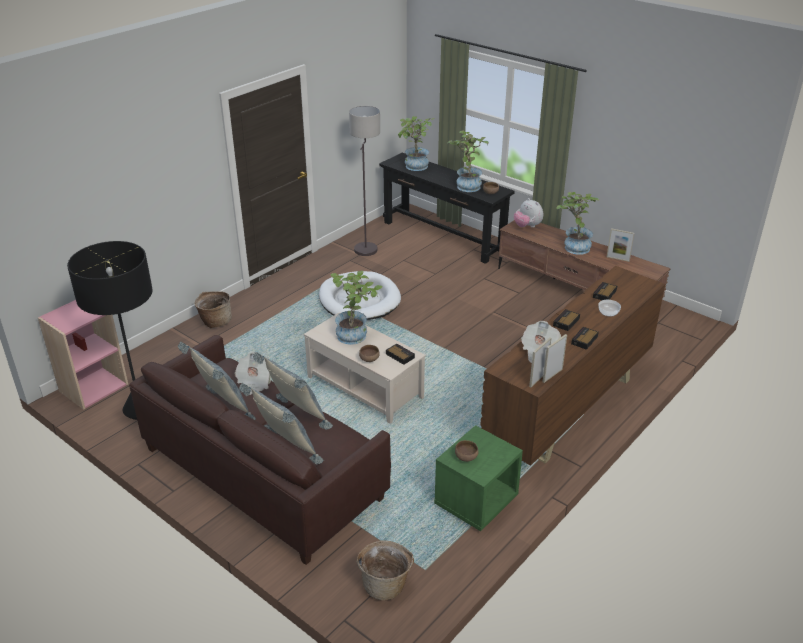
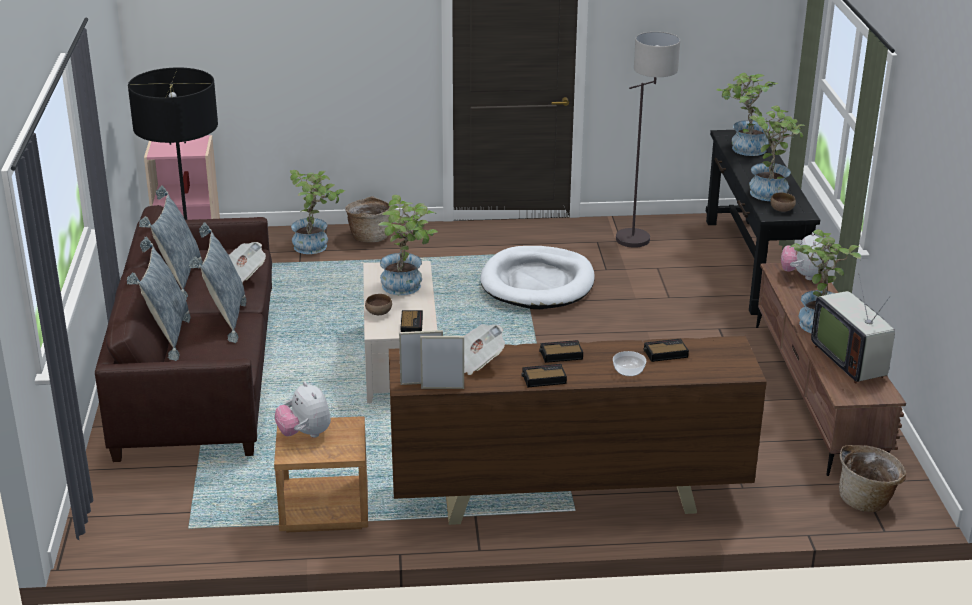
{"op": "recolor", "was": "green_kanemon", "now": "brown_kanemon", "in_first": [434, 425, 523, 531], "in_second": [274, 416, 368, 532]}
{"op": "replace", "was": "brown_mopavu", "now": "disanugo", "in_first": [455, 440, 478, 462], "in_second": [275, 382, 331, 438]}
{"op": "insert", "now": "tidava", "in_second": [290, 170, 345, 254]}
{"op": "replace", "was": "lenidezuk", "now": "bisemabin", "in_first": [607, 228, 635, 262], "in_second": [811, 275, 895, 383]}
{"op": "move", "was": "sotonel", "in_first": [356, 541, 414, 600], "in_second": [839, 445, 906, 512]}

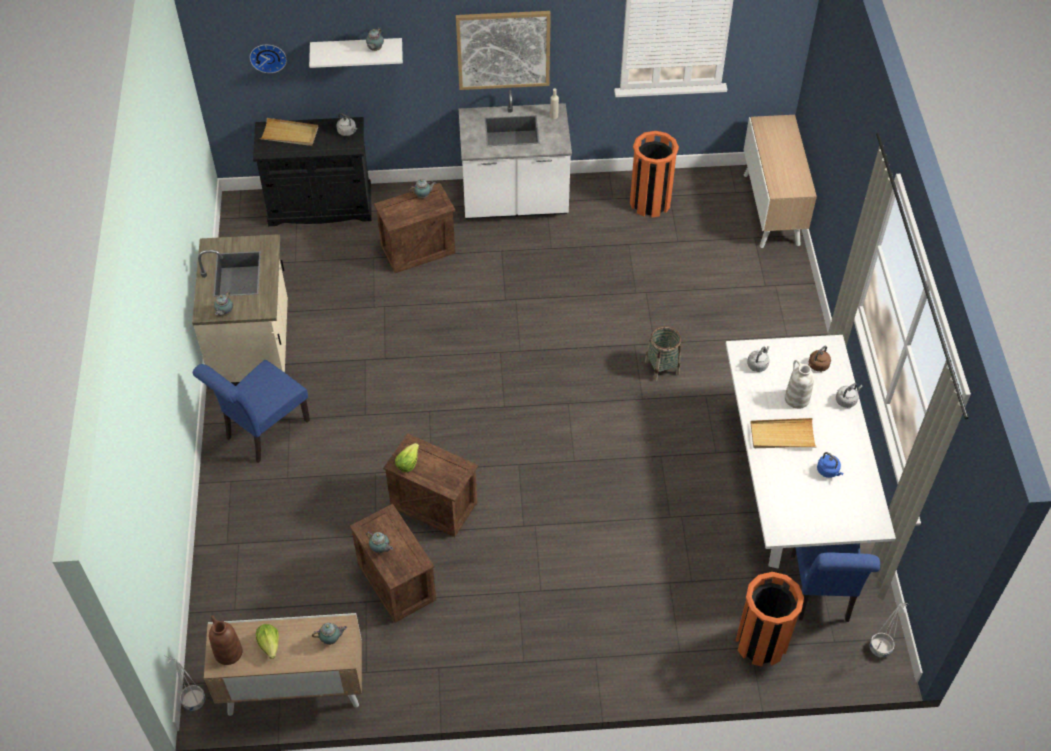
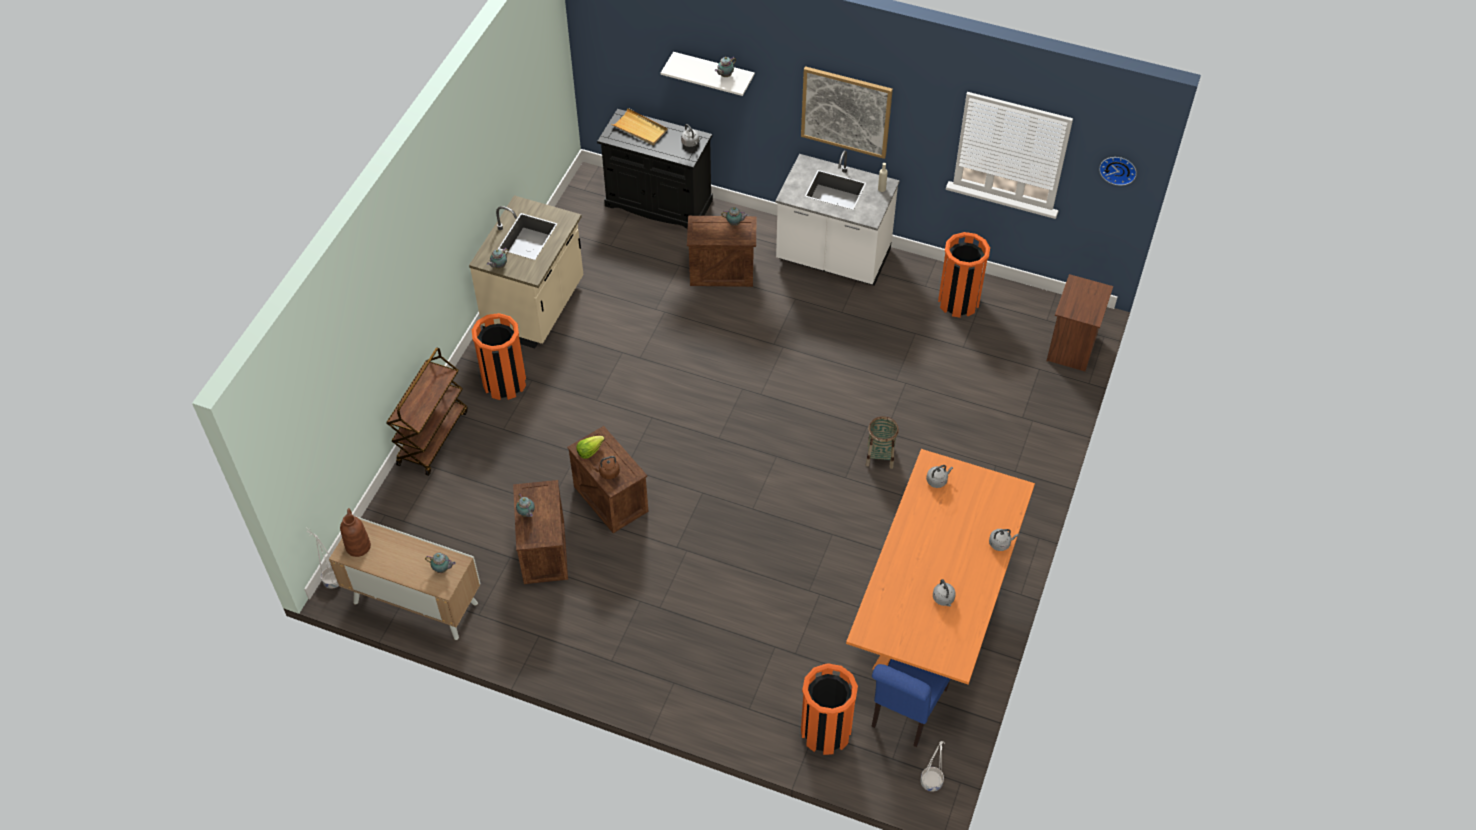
{"op": "insert", "now": "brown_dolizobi", "in_second": [387, 348, 468, 476]}
{"op": "replace", "was": "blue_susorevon", "now": "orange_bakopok", "in_first": [193, 360, 310, 463], "in_second": [472, 313, 526, 400]}
{"op": "move", "was": "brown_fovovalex", "in_first": [808, 346, 831, 372], "in_second": [592, 456, 620, 480]}
{"op": "recolor", "was": "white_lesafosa", "now": "orange_lesafosa", "in_first": [726, 335, 896, 569], "in_second": [846, 449, 1035, 685]}
{"op": "recolor", "was": "blue_fovovalex", "now": "grey_fovovalex", "in_first": [817, 452, 844, 478], "in_second": [933, 579, 956, 606]}
{"op": "replace", "was": "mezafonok", "now": "brown_kanemon", "in_first": [743, 115, 817, 248], "in_second": [1046, 274, 1113, 371]}
{"op": "move", "was": "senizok", "in_first": [250, 45, 287, 73], "in_second": [1099, 157, 1137, 186]}
{"op": "delete", "was": "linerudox", "in_first": [256, 624, 279, 659]}
{"op": "delete", "was": "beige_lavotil", "in_first": [750, 418, 816, 448]}
{"op": "delete", "was": "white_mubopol", "in_first": [785, 360, 814, 409]}

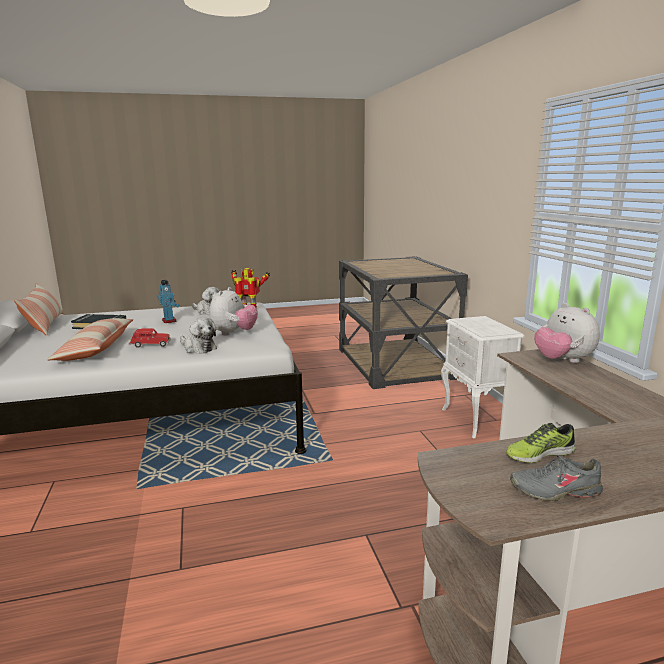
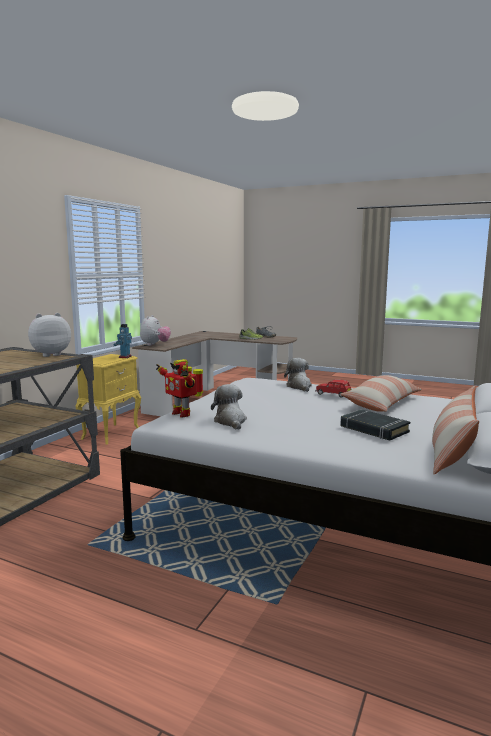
{"op": "move", "was": "disanugo", "in_first": [209, 287, 258, 335], "in_second": [28, 313, 71, 357]}
{"op": "recolor", "was": "white_kanemon", "now": "yellow_kanemon", "in_first": [441, 316, 525, 439], "in_second": [75, 354, 141, 445]}
{"op": "move", "was": "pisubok", "in_first": [157, 280, 180, 323], "in_second": [113, 324, 132, 358]}

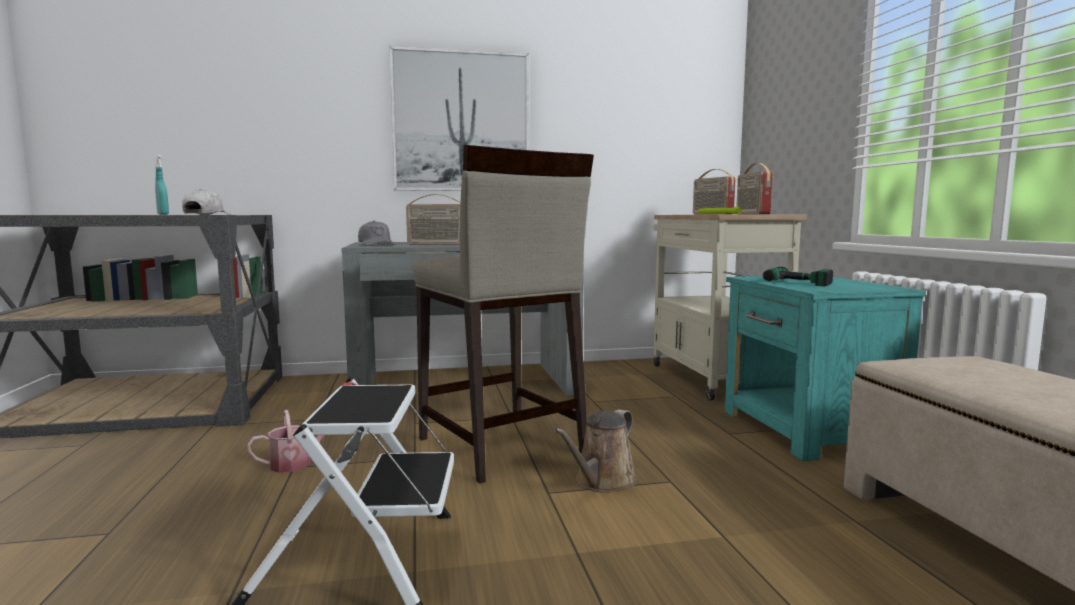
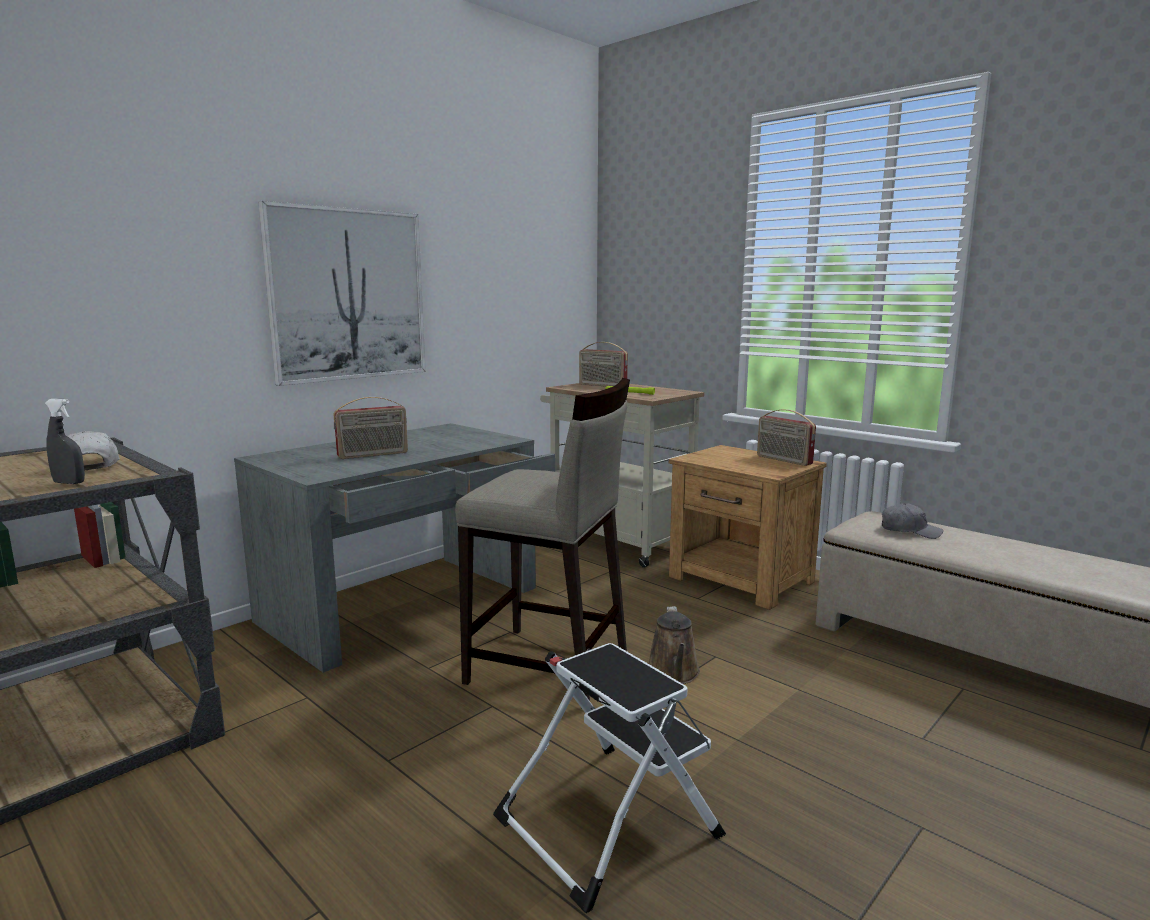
{"op": "recolor", "was": "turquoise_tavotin", "now": "grey_tavotin", "in_first": [155, 155, 169, 215], "in_second": [45, 399, 85, 484]}
{"op": "recolor", "was": "turquoise_kanemon", "now": "brown_kanemon", "in_first": [725, 276, 926, 461], "in_second": [669, 445, 827, 610]}
{"op": "move", "was": "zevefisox", "in_first": [736, 163, 773, 214], "in_second": [757, 409, 816, 466]}
{"op": "move", "was": "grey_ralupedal", "in_first": [358, 221, 395, 246], "in_second": [882, 503, 943, 539]}
{"op": "delete", "was": "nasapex", "in_first": [247, 410, 325, 473]}
{"op": "delete", "was": "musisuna", "in_first": [763, 267, 833, 286]}

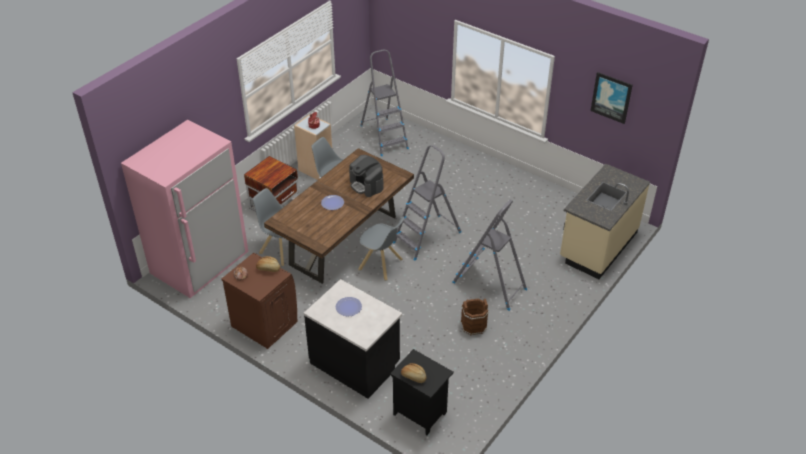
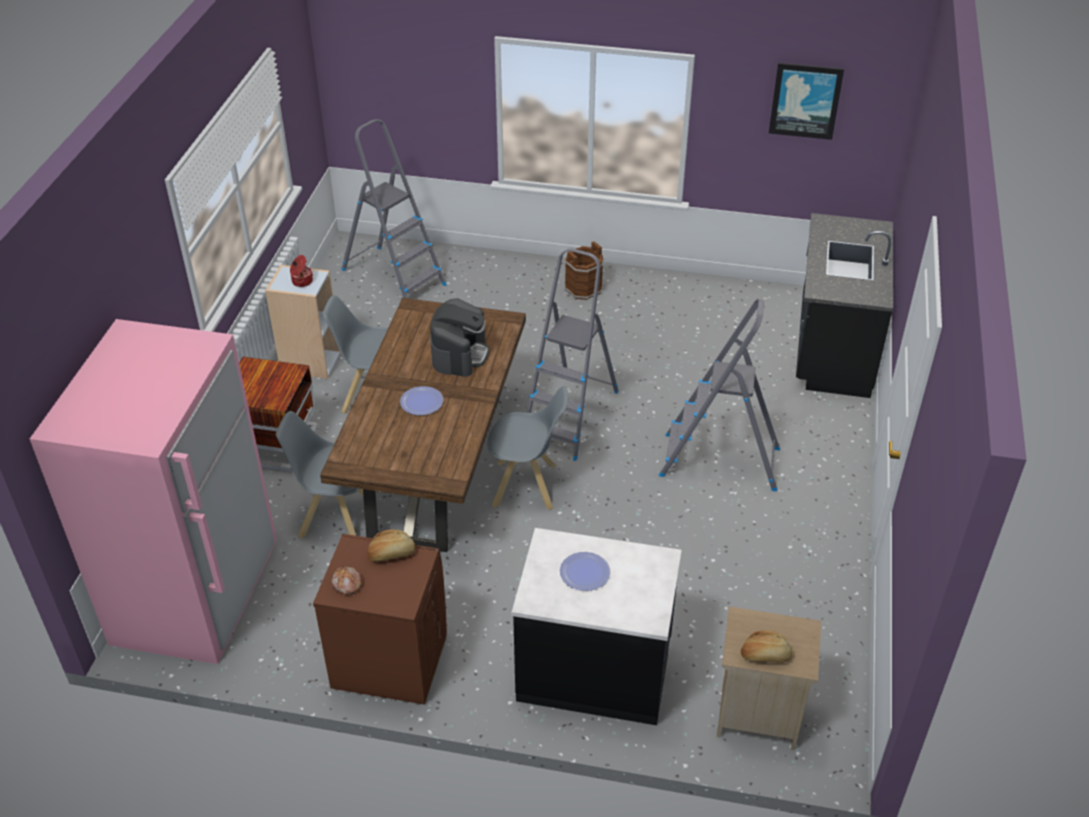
{"op": "rotate", "was": "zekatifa", "in_first": [349, 155, 384, 197], "in_second": [430, 298, 489, 377], "clockwise": -105}
{"op": "move", "was": "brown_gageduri", "in_first": [461, 298, 489, 335], "in_second": [564, 241, 604, 300]}
{"op": "recolor", "was": "black_kanemon", "now": "beige_kanemon", "in_first": [390, 349, 454, 435], "in_second": [717, 606, 821, 750]}
{"op": "recolor", "was": "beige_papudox", "now": "black_papudox", "in_first": [560, 164, 650, 279], "in_second": [796, 213, 893, 398]}

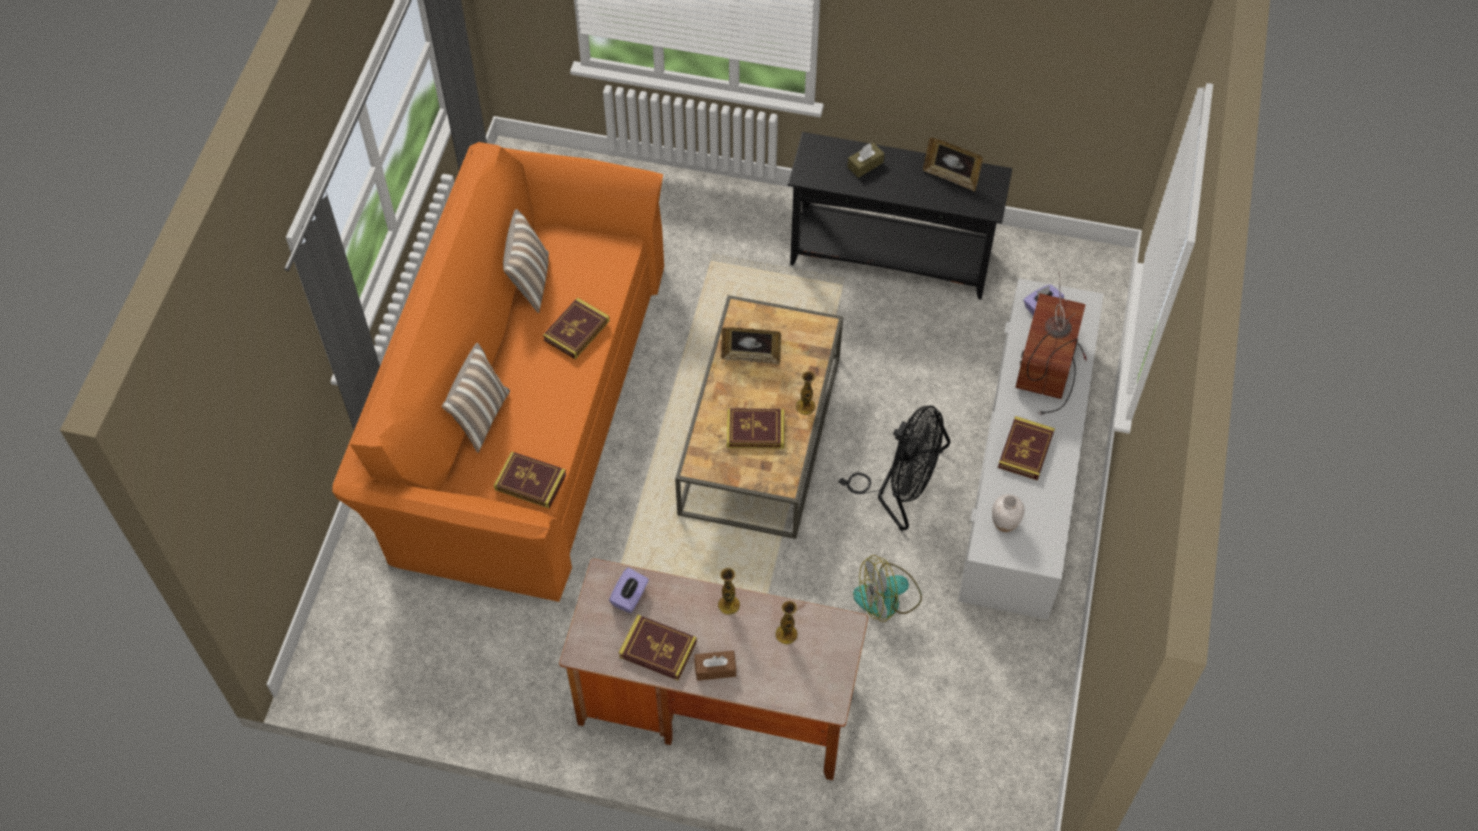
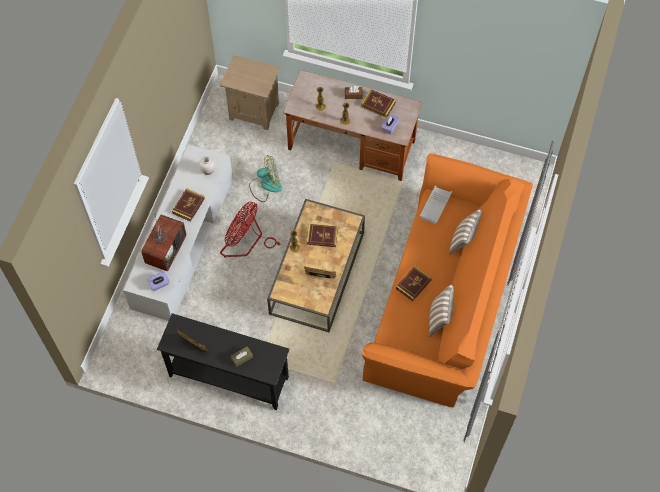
{"op": "insert", "now": "beige_kanemon", "in_second": [220, 55, 280, 130]}
{"op": "recolor", "was": "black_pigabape", "now": "red_pigabape", "in_first": [839, 405, 950, 532], "in_second": [220, 202, 280, 257]}
{"op": "replace", "was": "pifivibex", "now": "white_lavotil", "in_first": [494, 451, 566, 508], "in_second": [420, 186, 452, 224]}

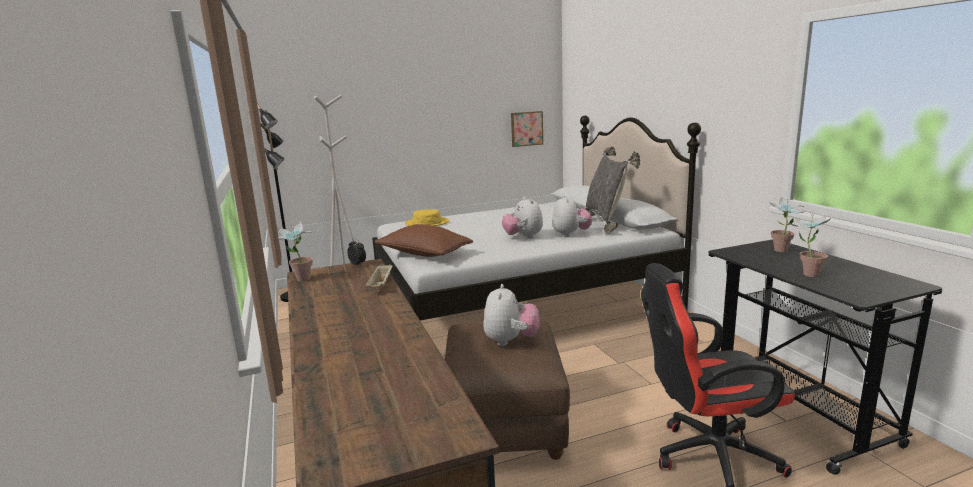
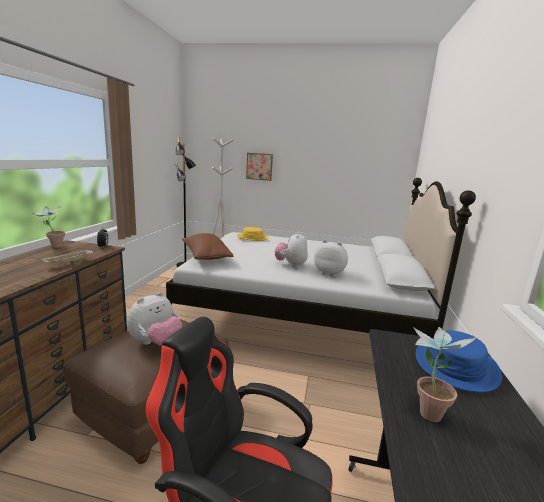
{"op": "move", "was": "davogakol", "in_first": [511, 111, 543, 147], "in_second": [246, 153, 273, 181]}
{"op": "rotate", "was": "disanugo", "in_first": [552, 195, 592, 237], "in_second": [314, 240, 348, 277], "clockwise": -90}
{"op": "replace", "was": "tidava", "now": "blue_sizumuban", "in_first": [770, 196, 805, 252], "in_second": [416, 330, 502, 392]}
{"op": "delete", "was": "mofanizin", "in_first": [584, 146, 640, 235]}

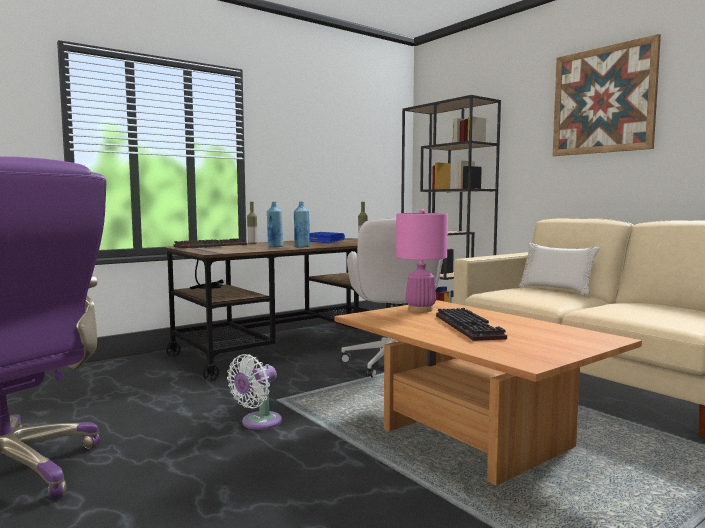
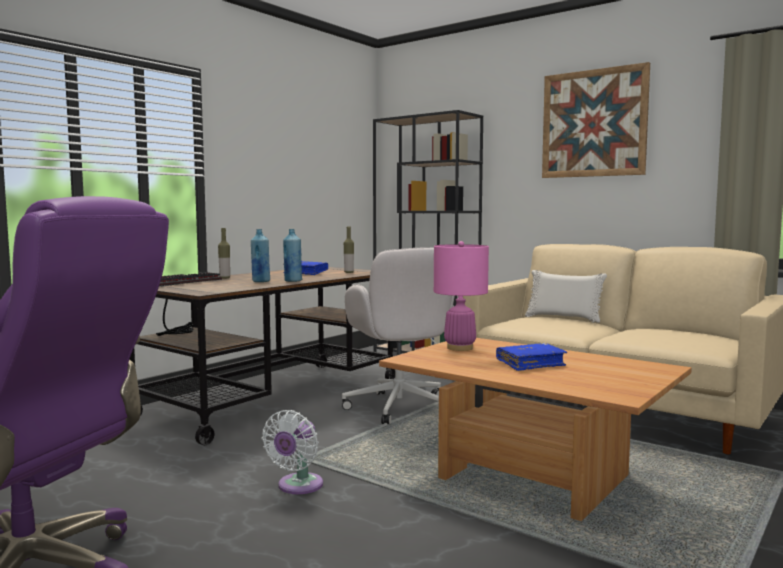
{"op": "replace", "was": "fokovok", "now": "blue_pifivibex", "in_first": [436, 308, 507, 341], "in_second": [496, 343, 567, 371]}

